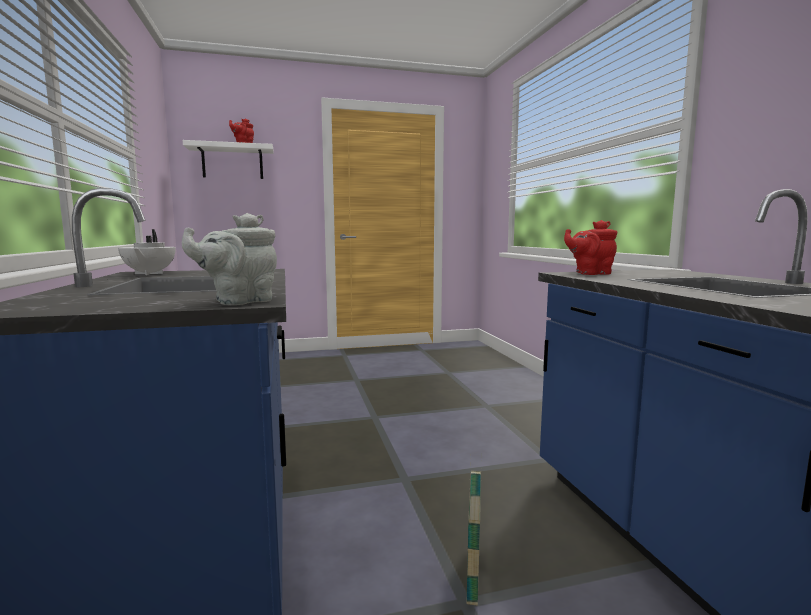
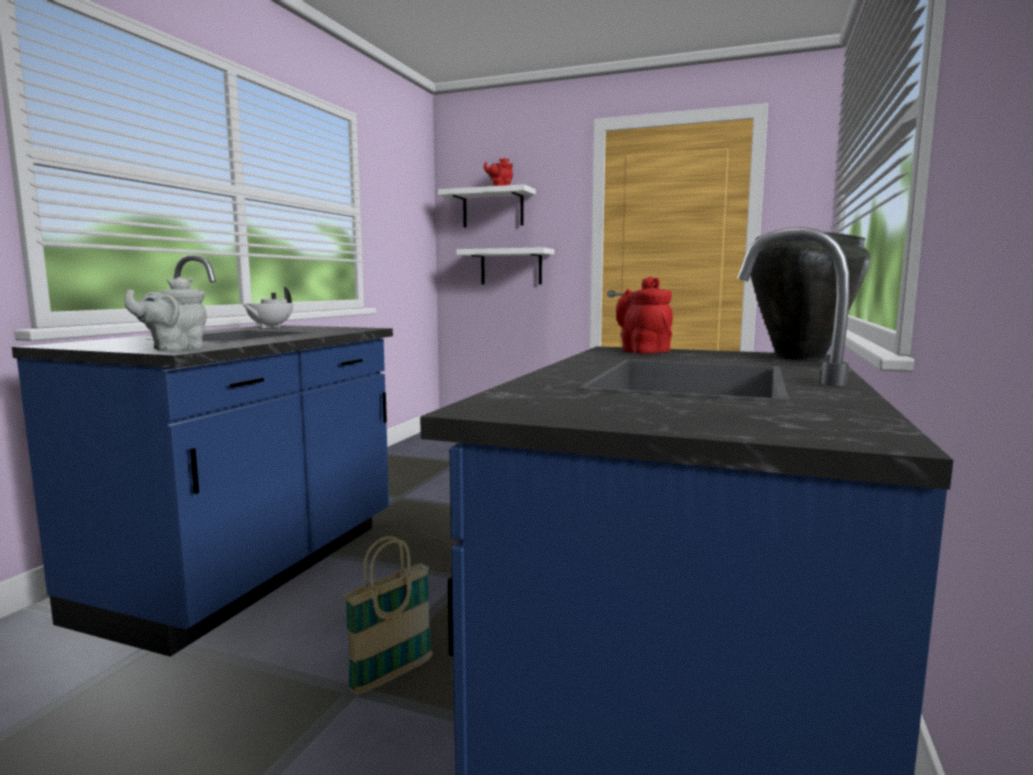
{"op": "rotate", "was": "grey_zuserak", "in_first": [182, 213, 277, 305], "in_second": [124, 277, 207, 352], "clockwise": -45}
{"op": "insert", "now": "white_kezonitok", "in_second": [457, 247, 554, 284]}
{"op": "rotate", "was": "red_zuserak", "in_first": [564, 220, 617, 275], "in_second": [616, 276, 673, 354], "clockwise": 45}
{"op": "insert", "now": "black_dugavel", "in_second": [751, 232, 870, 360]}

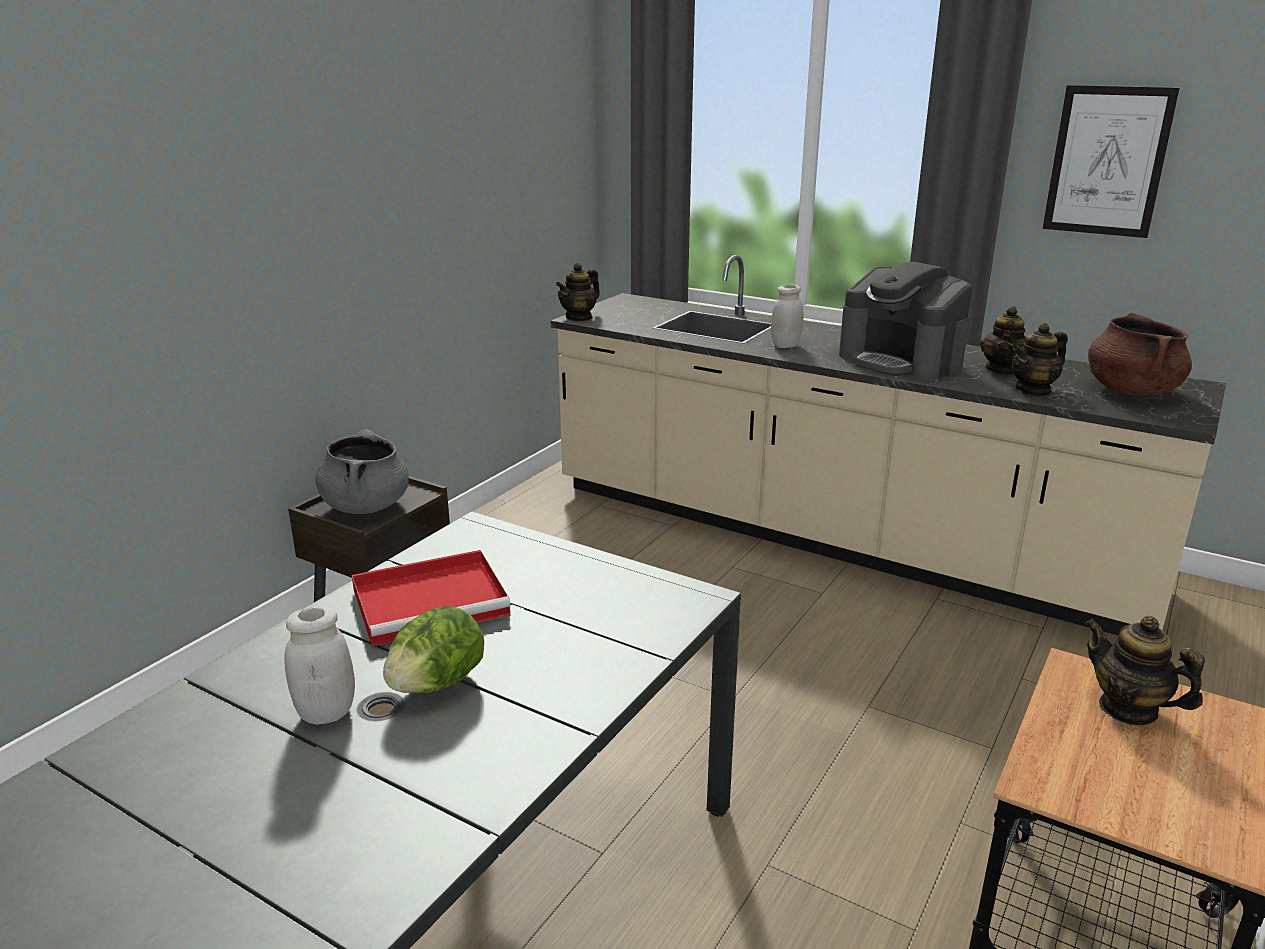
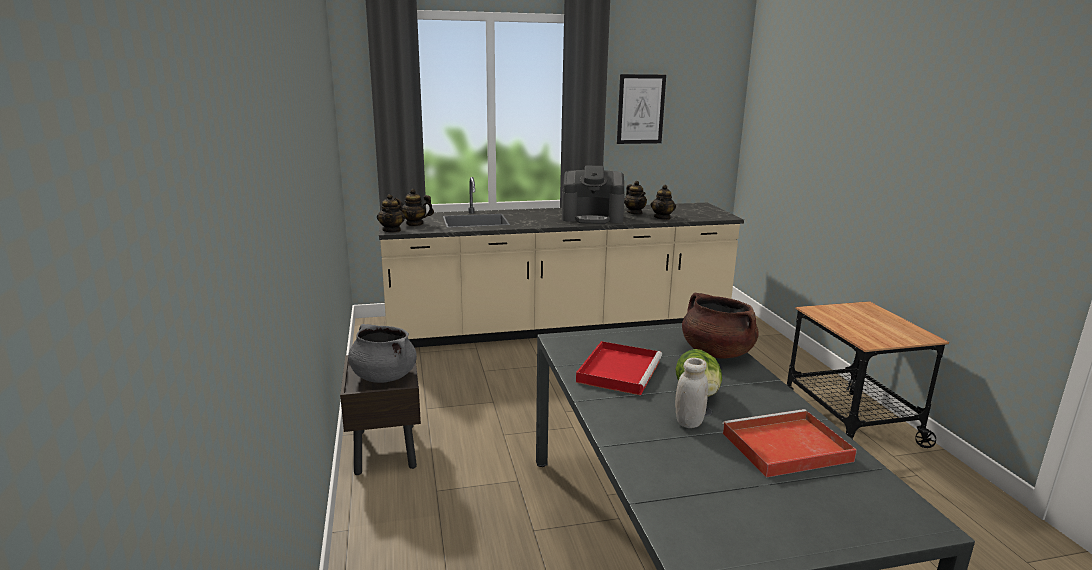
{"op": "move", "was": "zuserak", "in_first": [1085, 616, 1205, 725], "in_second": [395, 189, 434, 226]}
{"op": "move", "was": "brown_dugavel", "in_first": [1088, 313, 1192, 396], "in_second": [682, 292, 759, 358]}
{"op": "insert", "now": "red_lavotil", "in_second": [722, 409, 857, 478]}
{"op": "delete", "was": "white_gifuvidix", "in_first": [771, 284, 803, 348]}

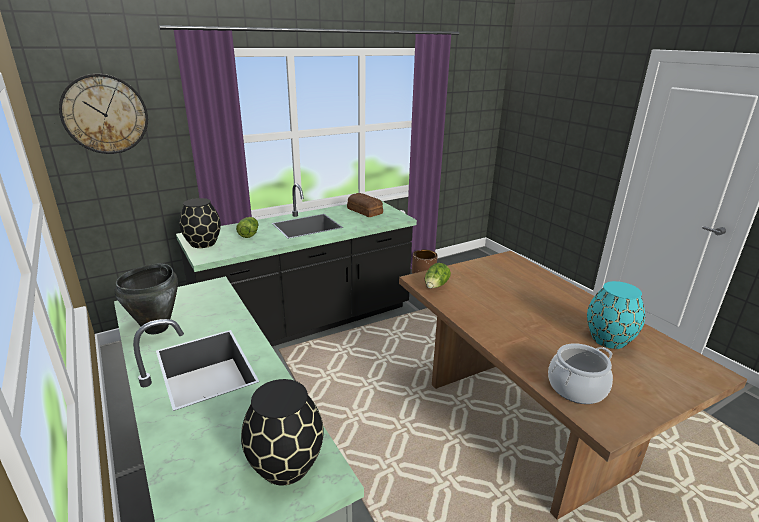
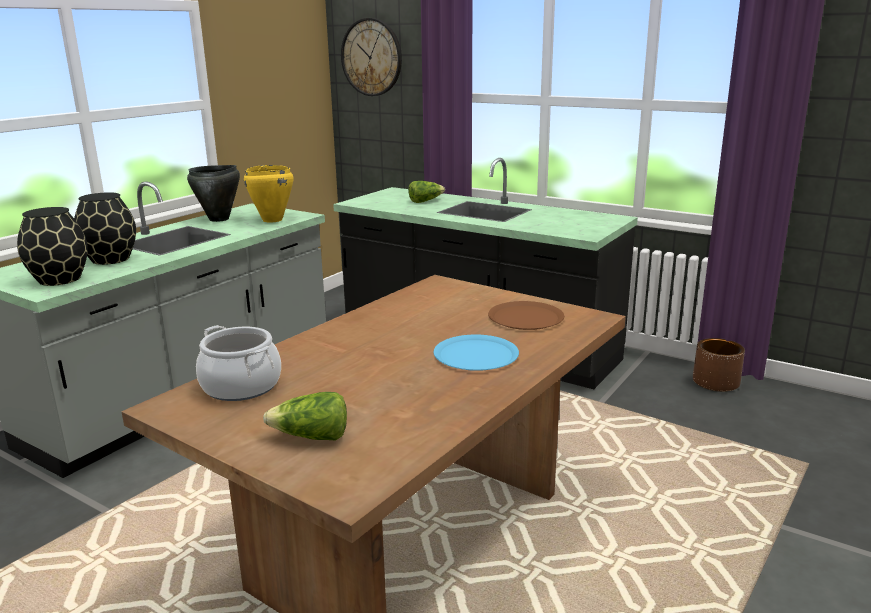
{"op": "move", "was": "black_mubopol", "in_first": [179, 198, 221, 248], "in_second": [74, 192, 136, 265]}
{"op": "insert", "now": "yellow_dugavel", "in_second": [244, 165, 294, 223]}
{"op": "move", "was": "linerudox", "in_first": [425, 263, 451, 289], "in_second": [263, 392, 347, 440]}
{"op": "insert", "now": "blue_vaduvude", "in_second": [434, 334, 519, 371]}
{"op": "insert", "now": "brown_vaduvude", "in_second": [488, 301, 564, 330]}
{"op": "delete", "was": "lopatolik", "in_first": [347, 193, 383, 217]}
{"op": "delete", "was": "turquoise_mubopol", "in_first": [587, 281, 645, 349]}

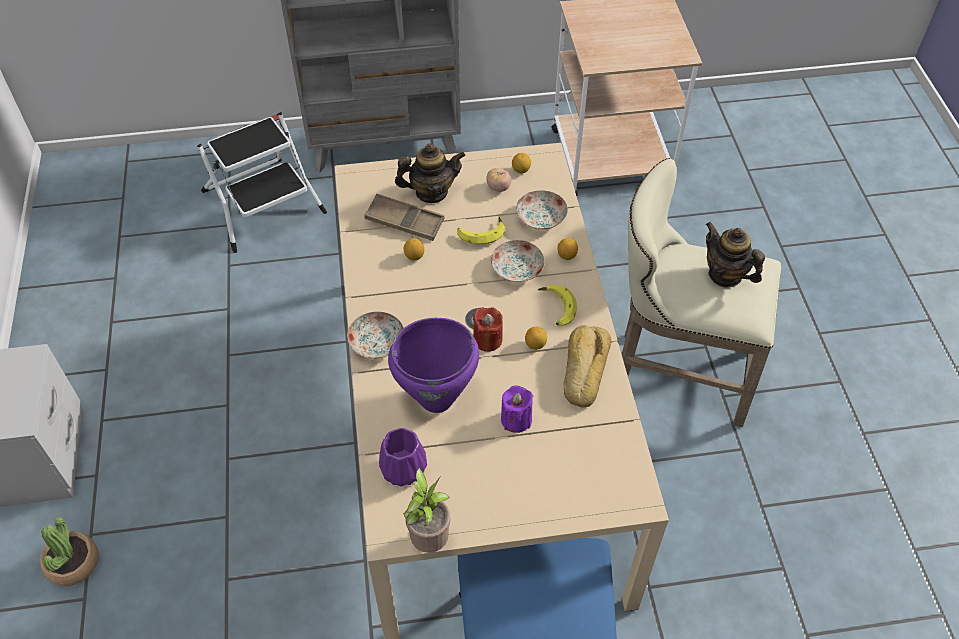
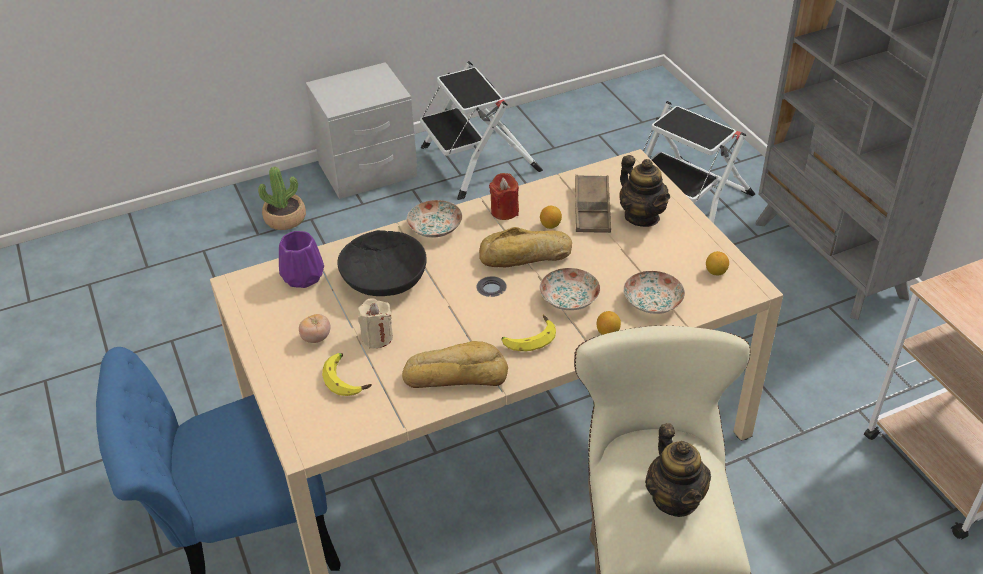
{"op": "move", "was": "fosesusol", "in_first": [486, 168, 512, 192], "in_second": [299, 314, 330, 343]}
{"op": "move", "was": "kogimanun", "in_first": [457, 217, 505, 244], "in_second": [322, 353, 372, 396]}
{"op": "replace", "was": "purple_dugavel", "now": "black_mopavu", "in_first": [388, 318, 479, 413], "in_second": [337, 230, 427, 296]}
{"op": "recolor", "was": "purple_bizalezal", "now": "beige_bizalezal", "in_first": [501, 385, 533, 433], "in_second": [358, 298, 393, 348]}
{"op": "insert", "now": "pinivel", "in_second": [420, 61, 543, 200]}
{"op": "insert", "now": "lopatolik", "in_second": [479, 227, 572, 267]}
{"op": "move", "was": "red_bizalezal", "in_first": [473, 307, 503, 352], "in_second": [489, 173, 519, 220]}
{"op": "rotate", "was": "zuserak", "in_first": [706, 222, 765, 288], "in_second": [645, 423, 711, 517], "clockwise": 135}
{"op": "delete", "was": "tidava", "in_first": [403, 468, 451, 553]}
{"op": "delete", "was": "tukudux", "in_first": [525, 327, 547, 350]}

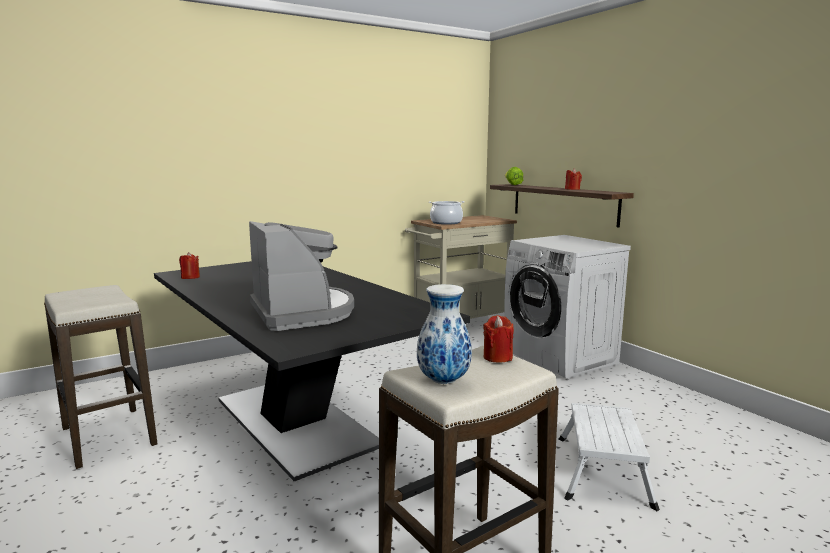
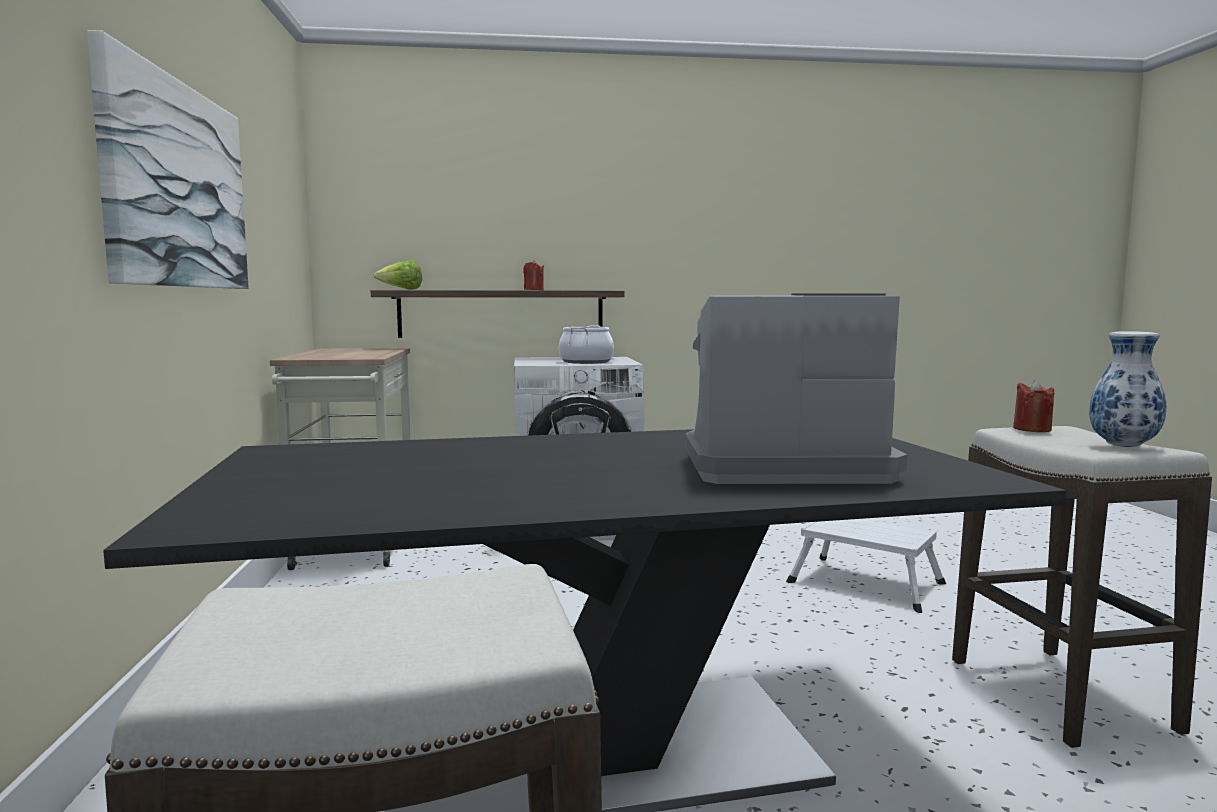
{"op": "insert", "now": "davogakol", "in_second": [87, 30, 249, 289]}
{"op": "move", "was": "dugavel", "in_first": [429, 201, 464, 225], "in_second": [559, 325, 614, 364]}
{"op": "delete", "was": "red_bizalezal", "in_first": [179, 252, 200, 279]}

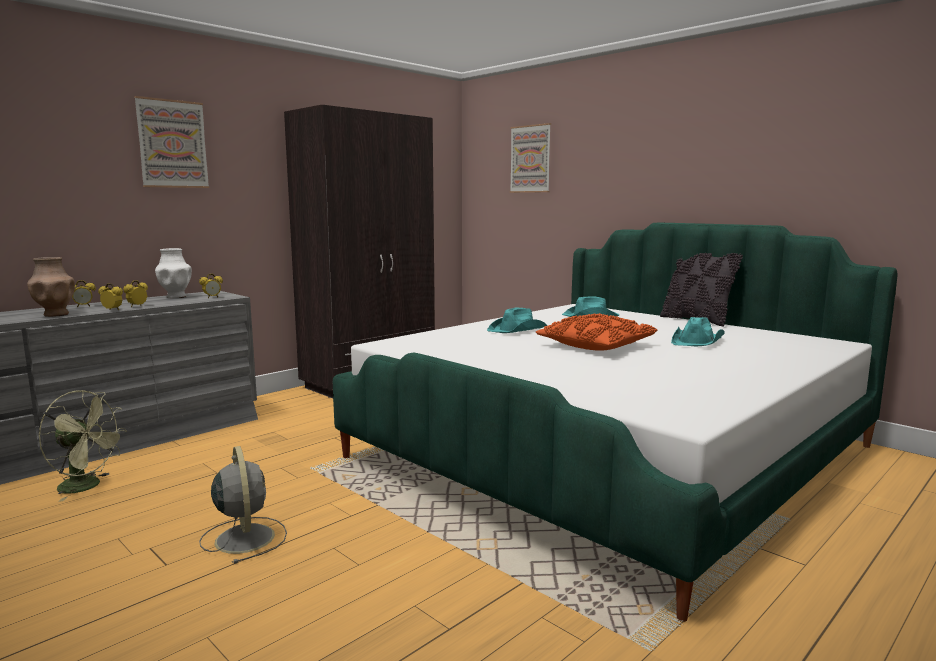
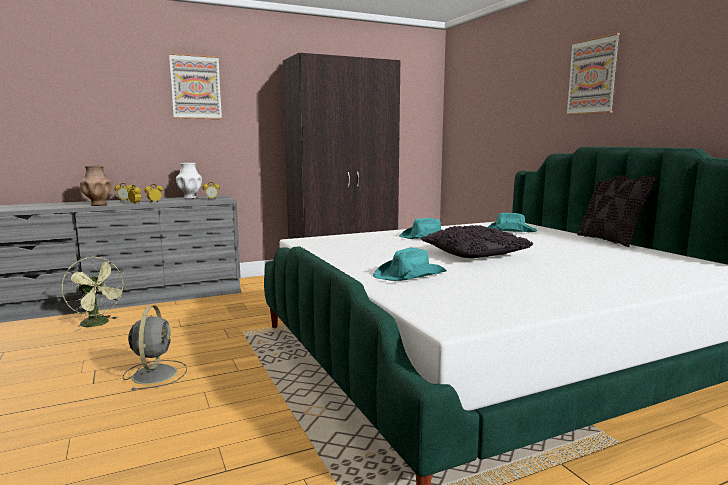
{"op": "move", "was": "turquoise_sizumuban", "in_first": [671, 317, 725, 346], "in_second": [373, 248, 446, 281]}
{"op": "recolor", "was": "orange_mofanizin", "now": "black_mofanizin", "in_first": [536, 313, 658, 351], "in_second": [420, 225, 533, 258]}
{"op": "move", "was": "davogakol", "in_first": [510, 123, 551, 193], "in_second": [566, 33, 620, 115]}

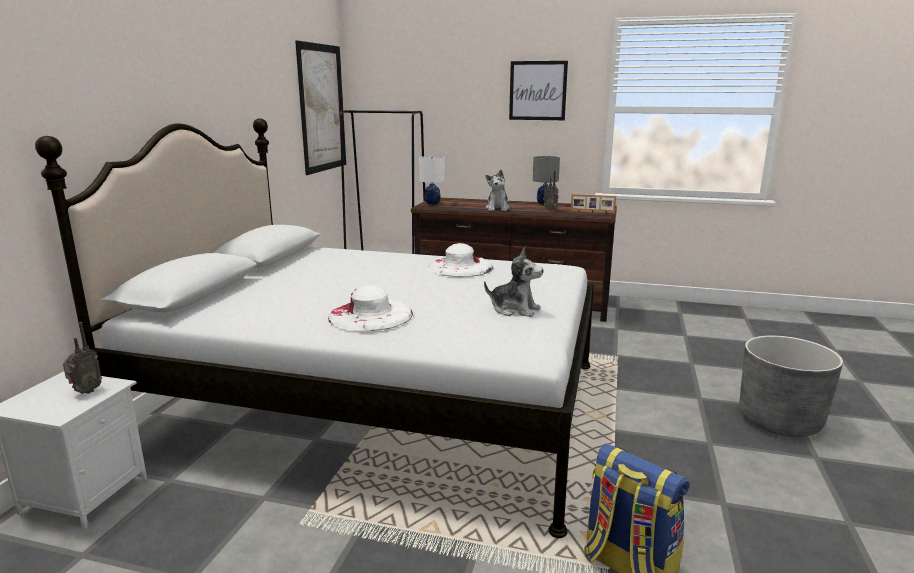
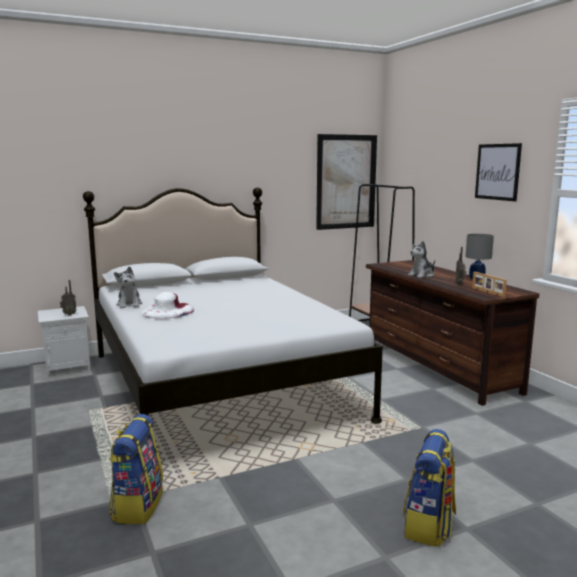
{"op": "move", "was": "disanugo", "in_first": [484, 248, 544, 317], "in_second": [114, 266, 142, 308]}
{"op": "replace", "was": "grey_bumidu", "now": "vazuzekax", "in_first": [739, 335, 843, 437], "in_second": [403, 429, 456, 547]}
{"op": "delete", "was": "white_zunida", "in_first": [419, 156, 445, 204]}
{"op": "delete", "was": "white_sizumuban", "in_first": [428, 243, 493, 277]}

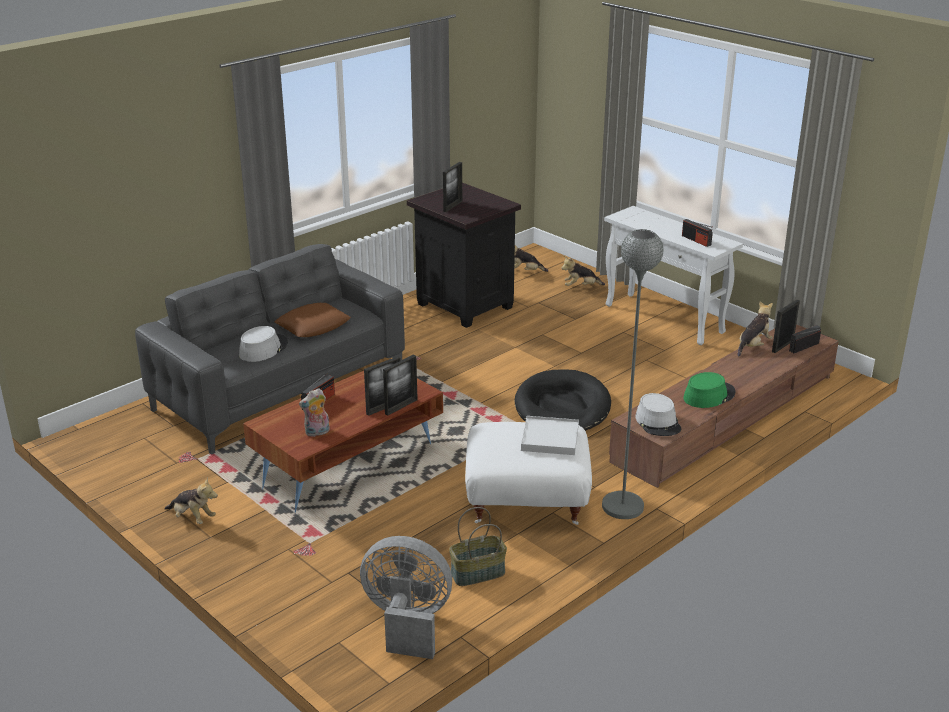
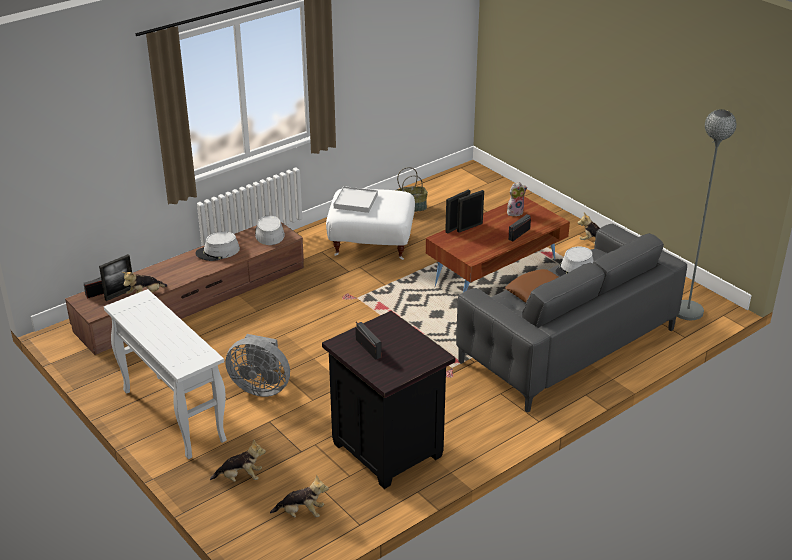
{"op": "recolor", "was": "green_sizumuban", "now": "grey_sizumuban", "in_first": [683, 372, 735, 408], "in_second": [195, 232, 240, 261]}
{"op": "move", "was": "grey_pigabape", "in_first": [360, 536, 452, 659], "in_second": [226, 334, 290, 397]}
{"op": "move", "was": "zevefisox", "in_first": [682, 219, 713, 247], "in_second": [355, 322, 382, 360]}
{"op": "move", "was": "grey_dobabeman", "in_first": [602, 229, 664, 519], "in_second": [677, 109, 737, 320]}
{"op": "delete", "was": "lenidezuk", "in_first": [443, 162, 462, 212]}
{"op": "delete", "was": "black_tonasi", "in_first": [515, 369, 611, 431]}

